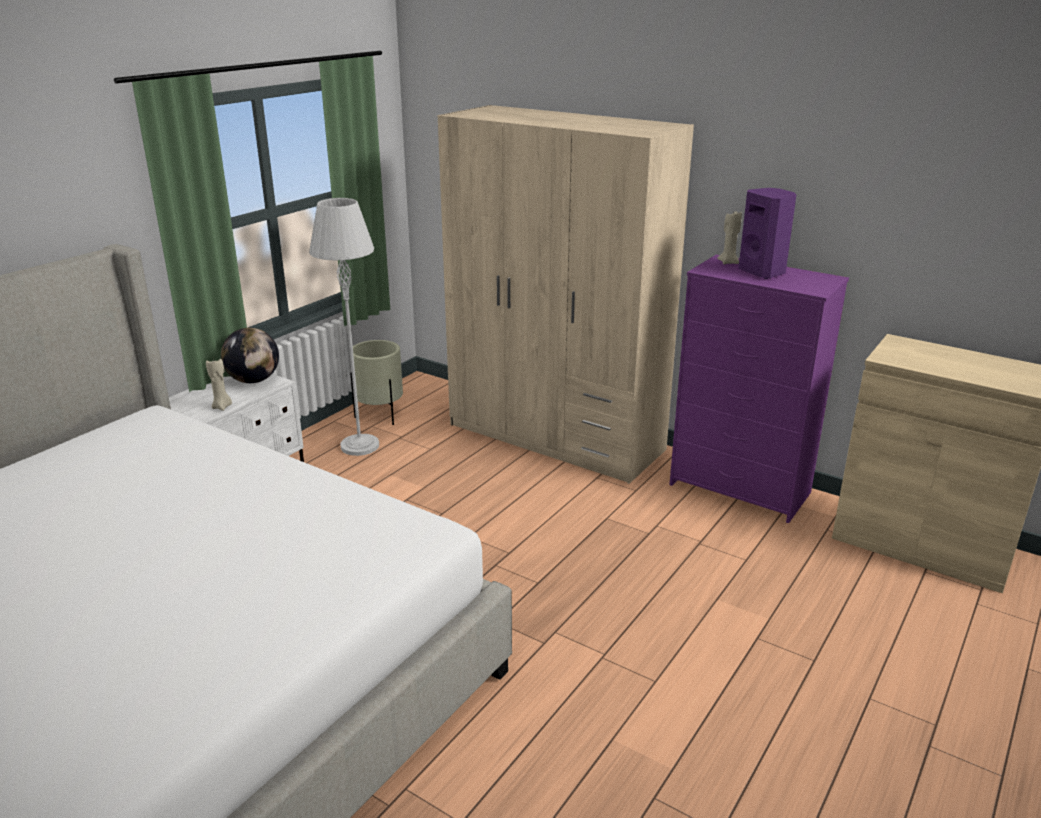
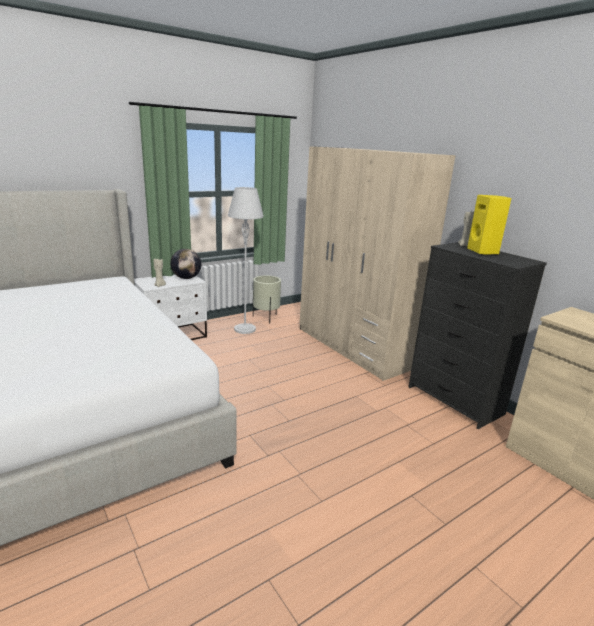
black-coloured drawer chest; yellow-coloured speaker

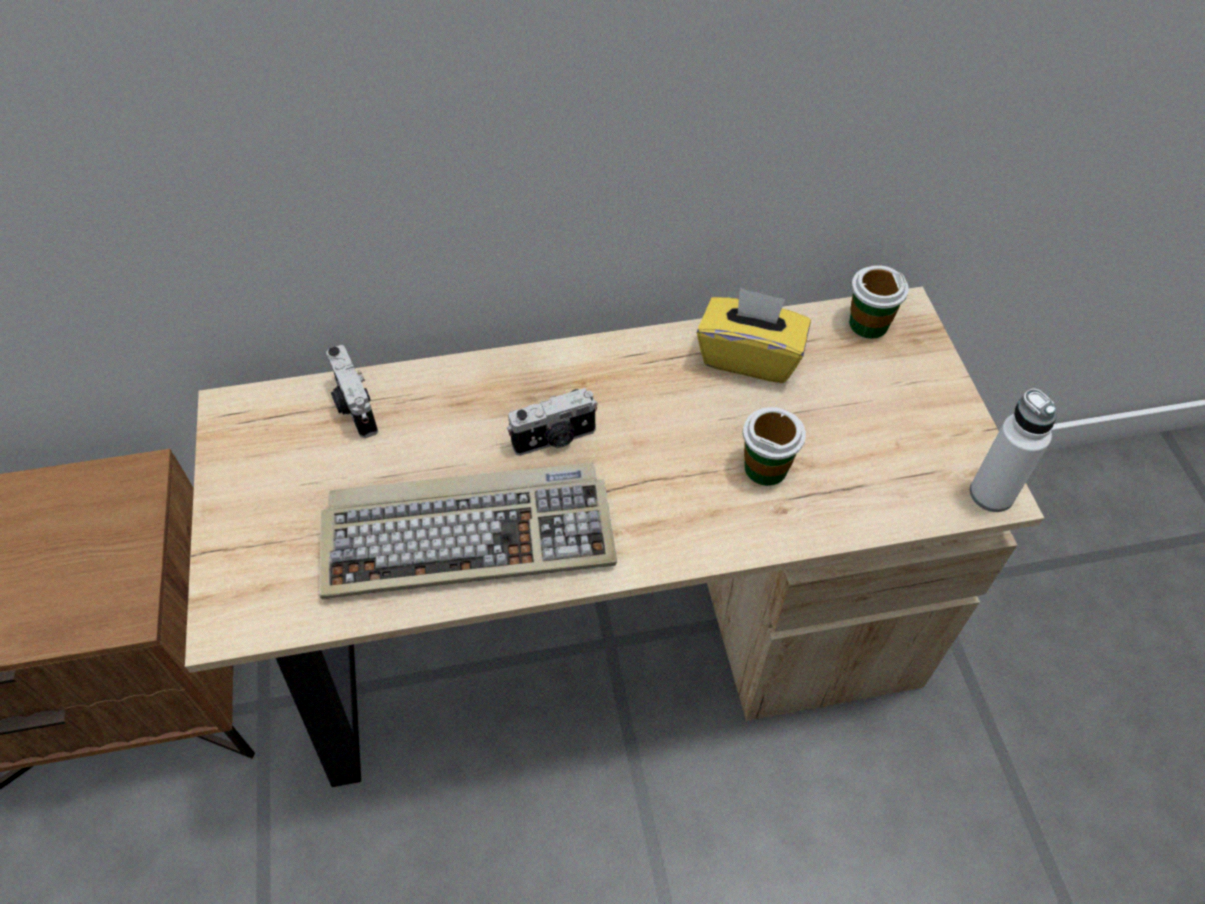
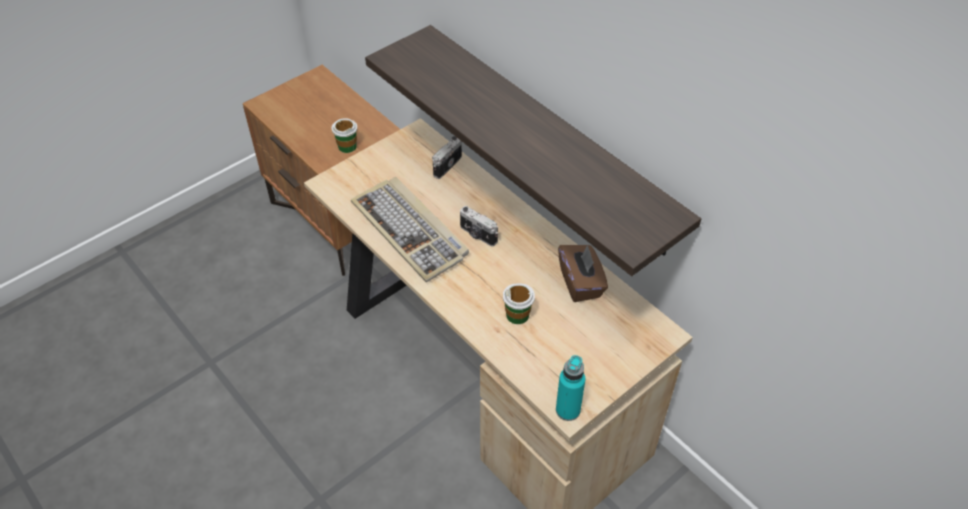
brown-coloured tissue box; drinking cup (no. 1 from left); turquoise-coloured drink bottle; shelf

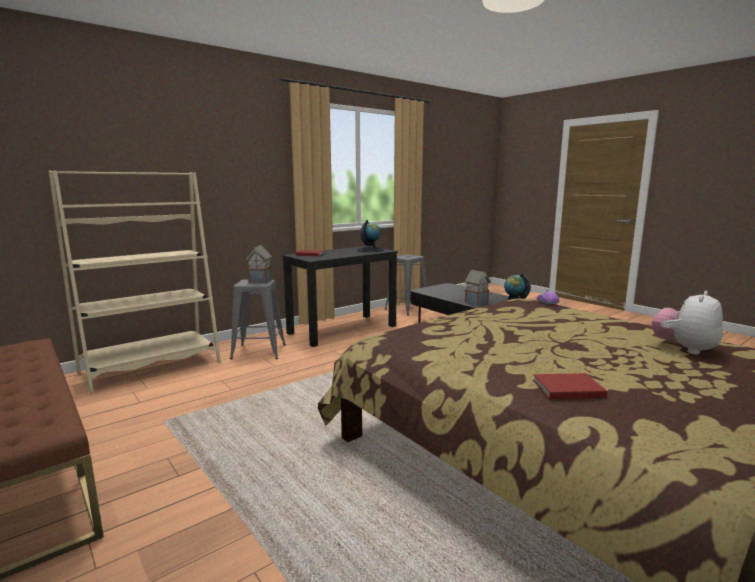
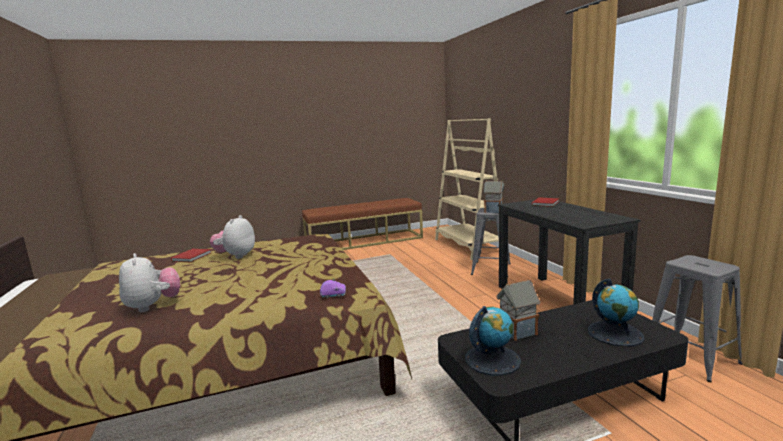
globe (no. 2 from left); cuddly toy (no. 2 from left)

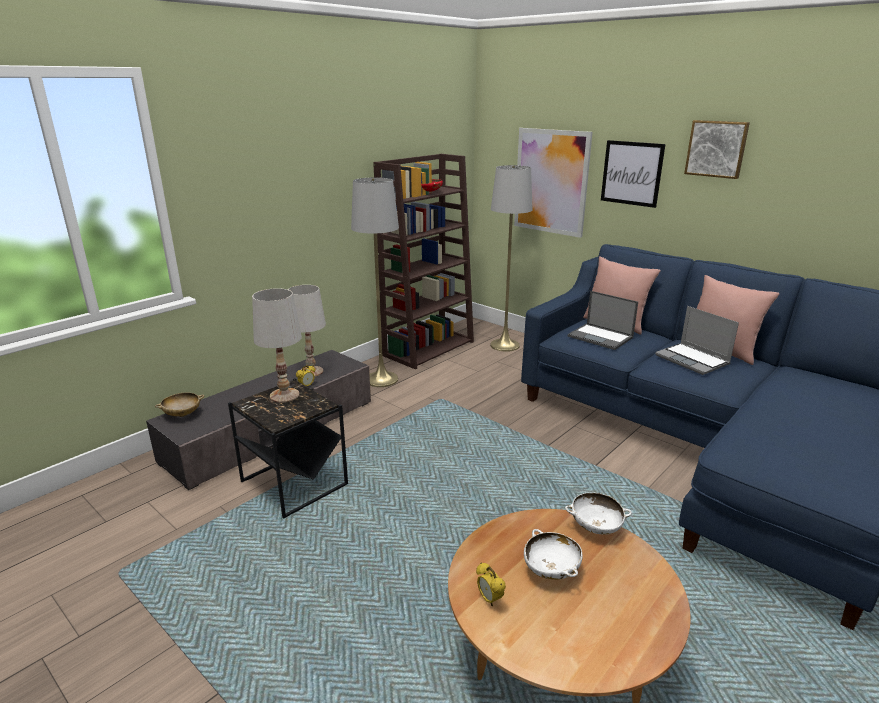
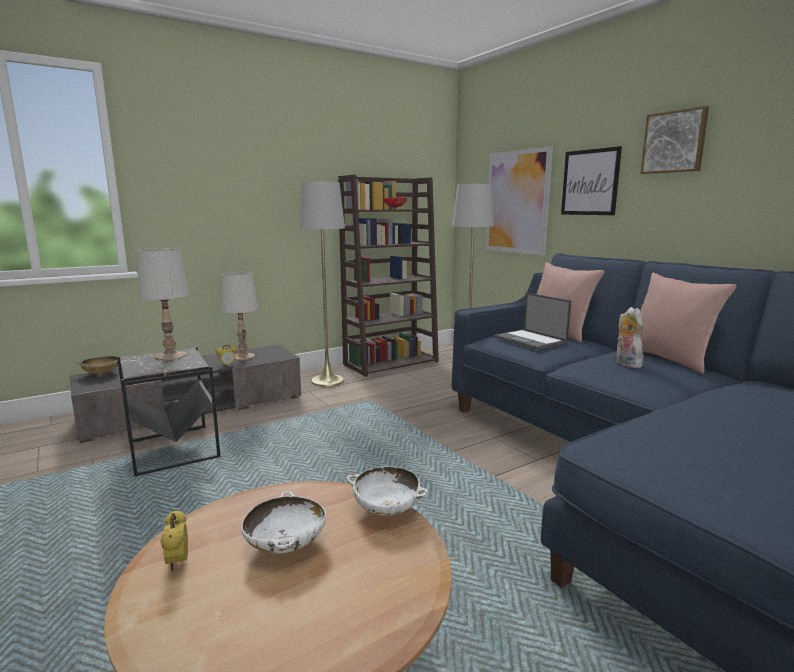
cuddly toy

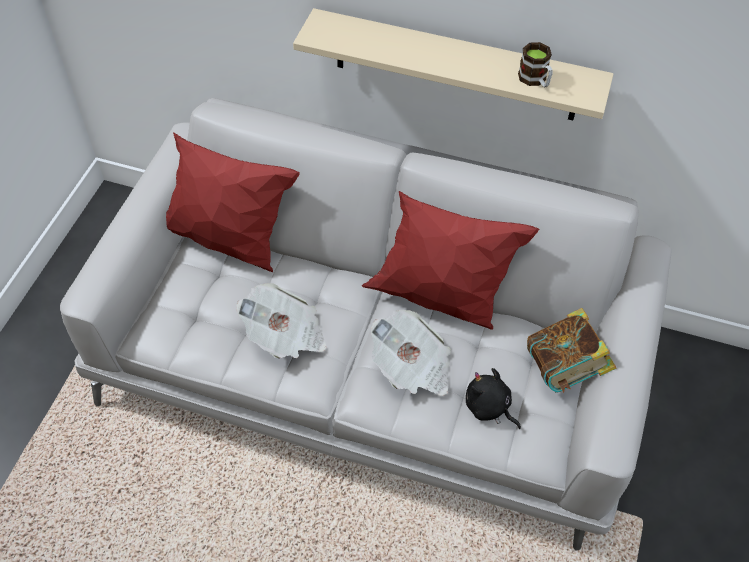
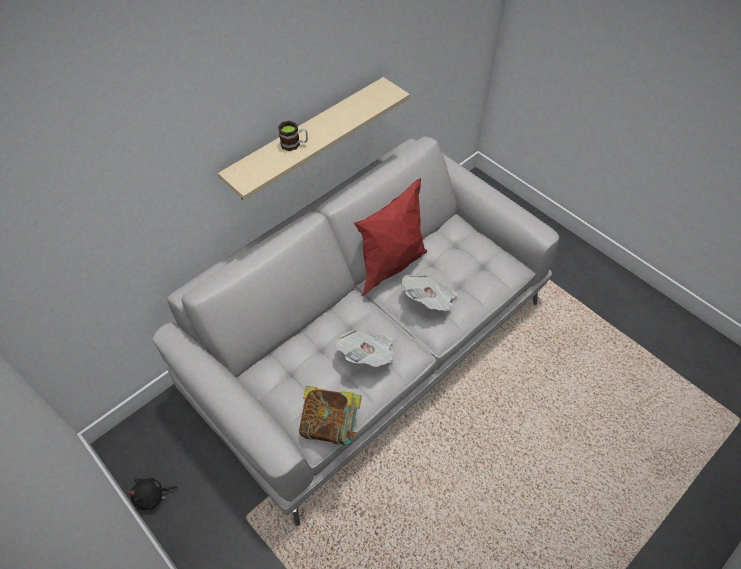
red cushion (no. 1 from left in the first image); black-coloured cuddly toy; coffee mug; bound book

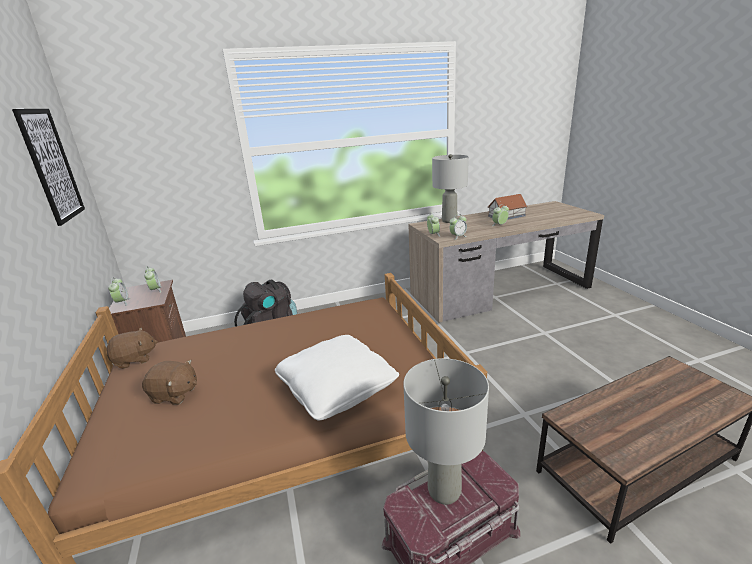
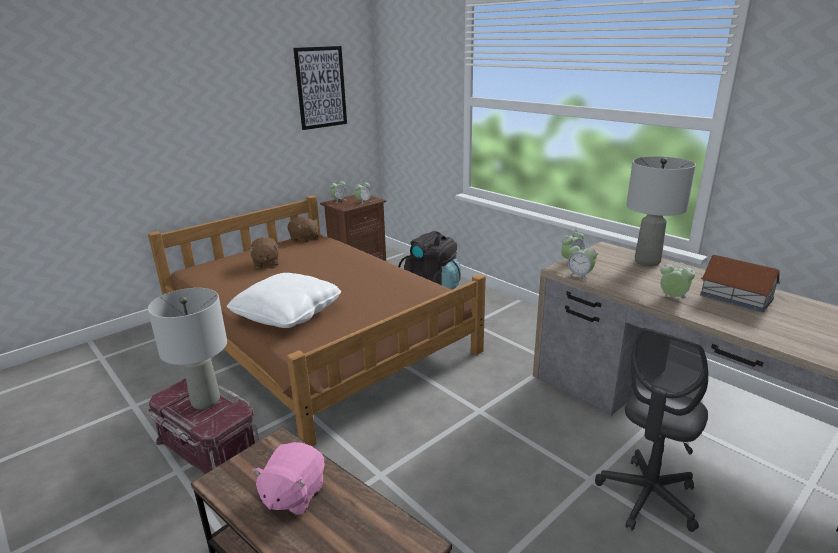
pink cuddly toy; grey desk chair

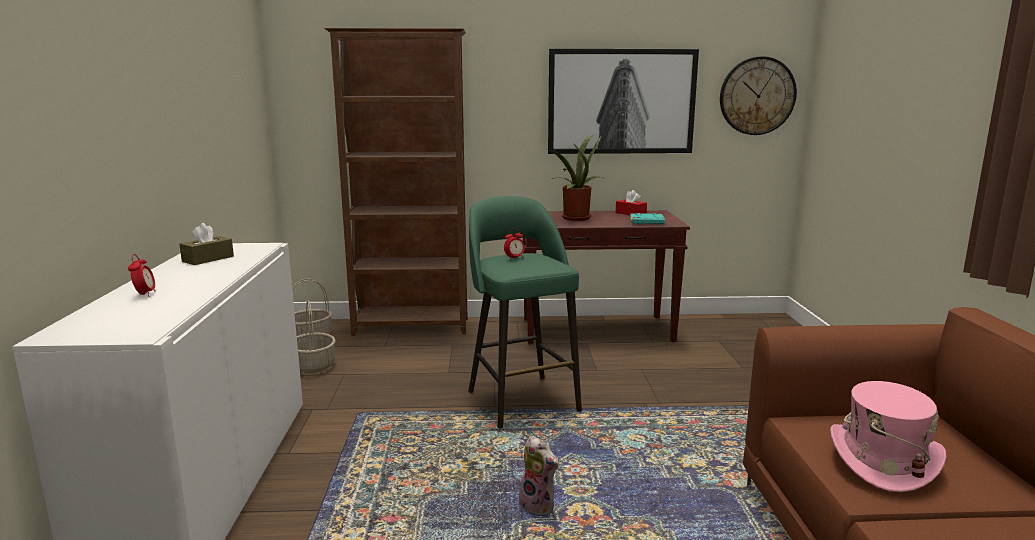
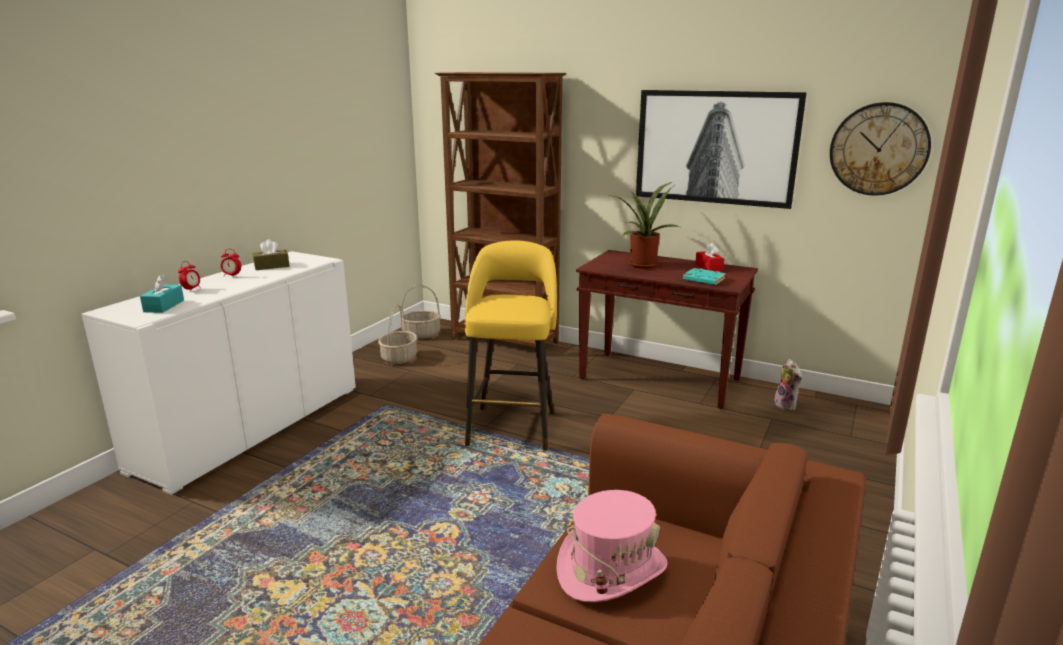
yellow-coloured sitting stool; alarm clock (no. 2 from left); cuddly toy; turquoise-coloured tissue box

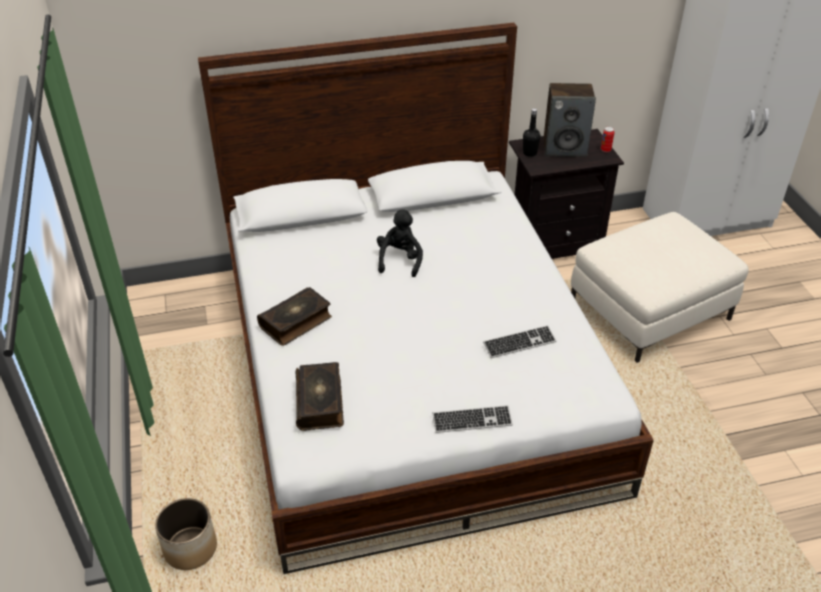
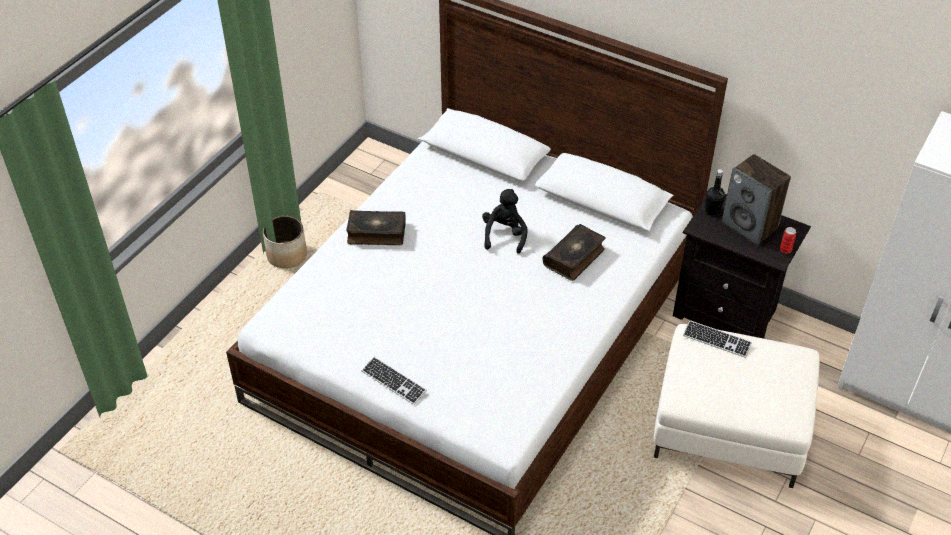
flower pot; bound book (no. 2 from left); black-coloured cuddly toy; computer keyboard (no. 2 from left)

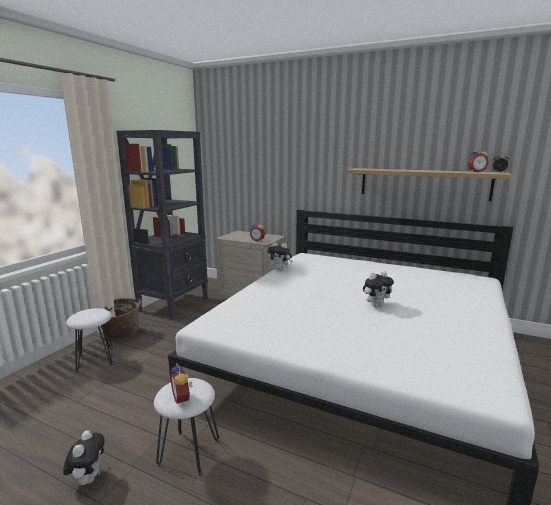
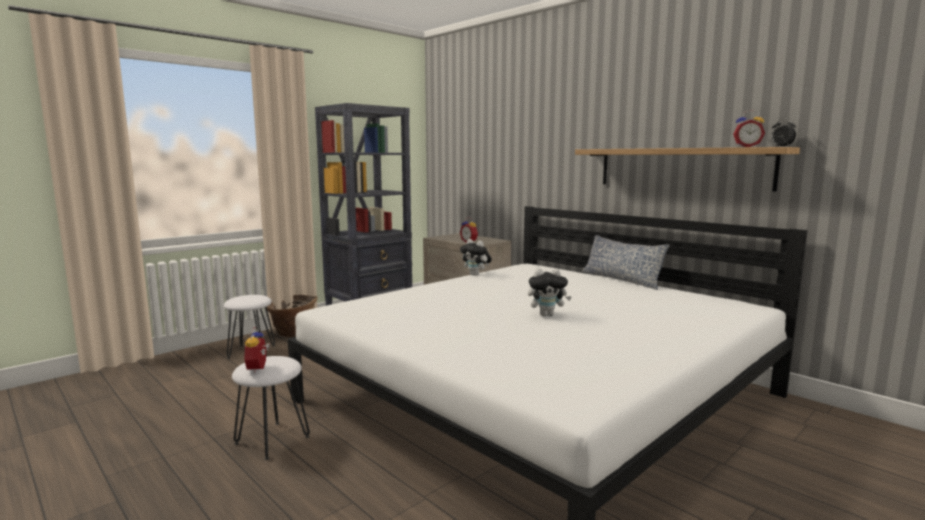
cuddly toy (no. 1 from left in the first image); cushion

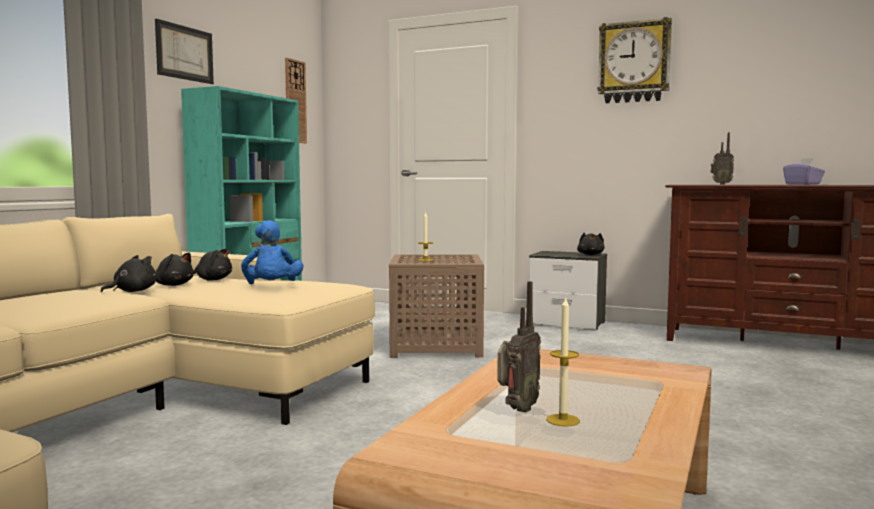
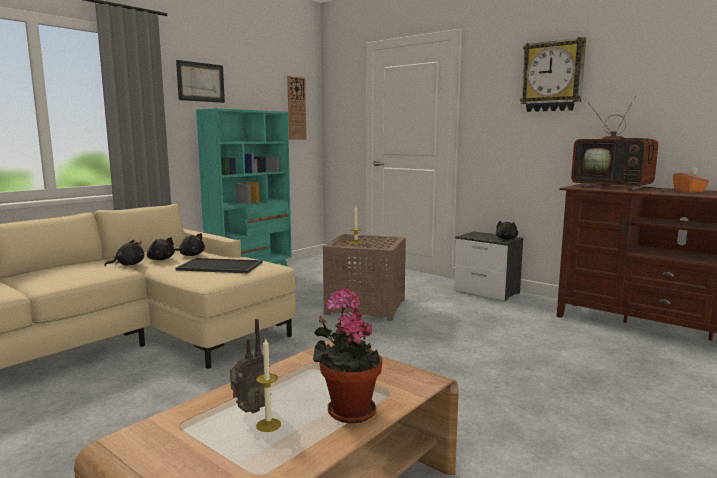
carrying tray; TV set; orange tissue box; houseplant

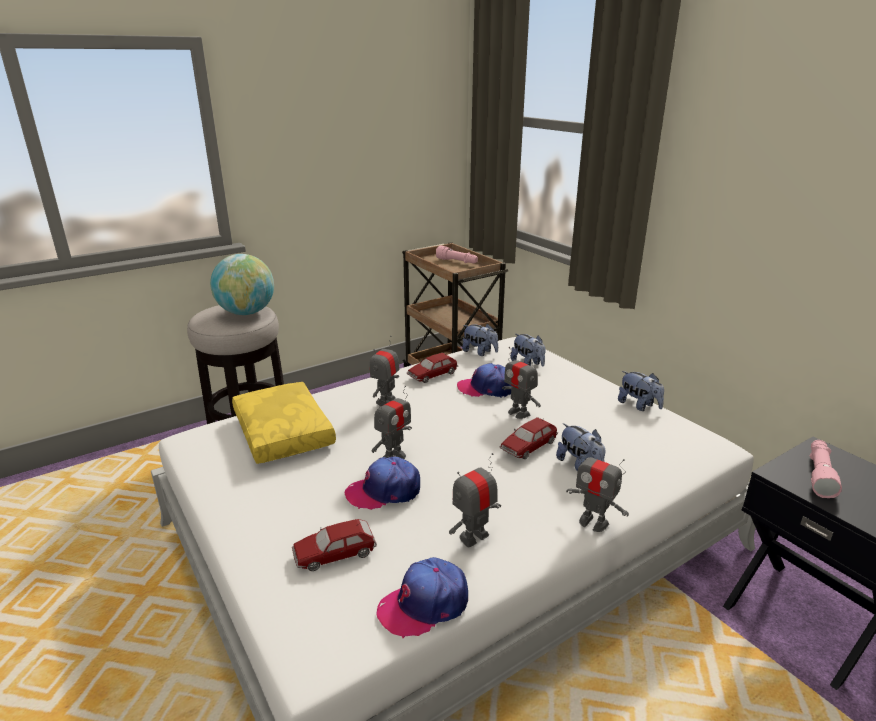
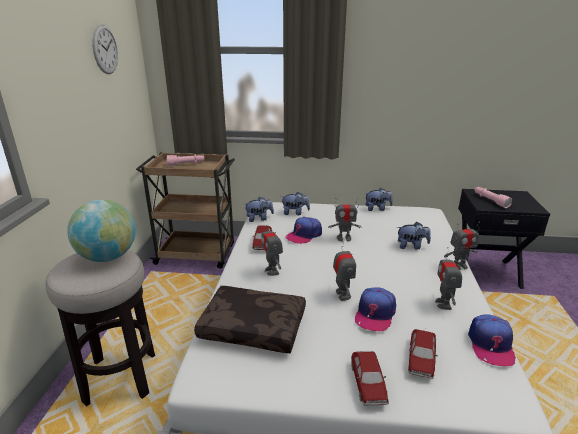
brown-coloured cushion; miniature car (no. 2 from left); hanging clock

